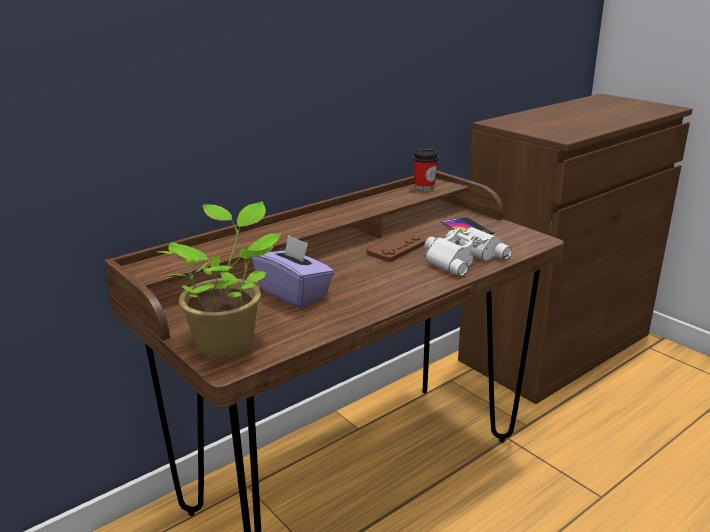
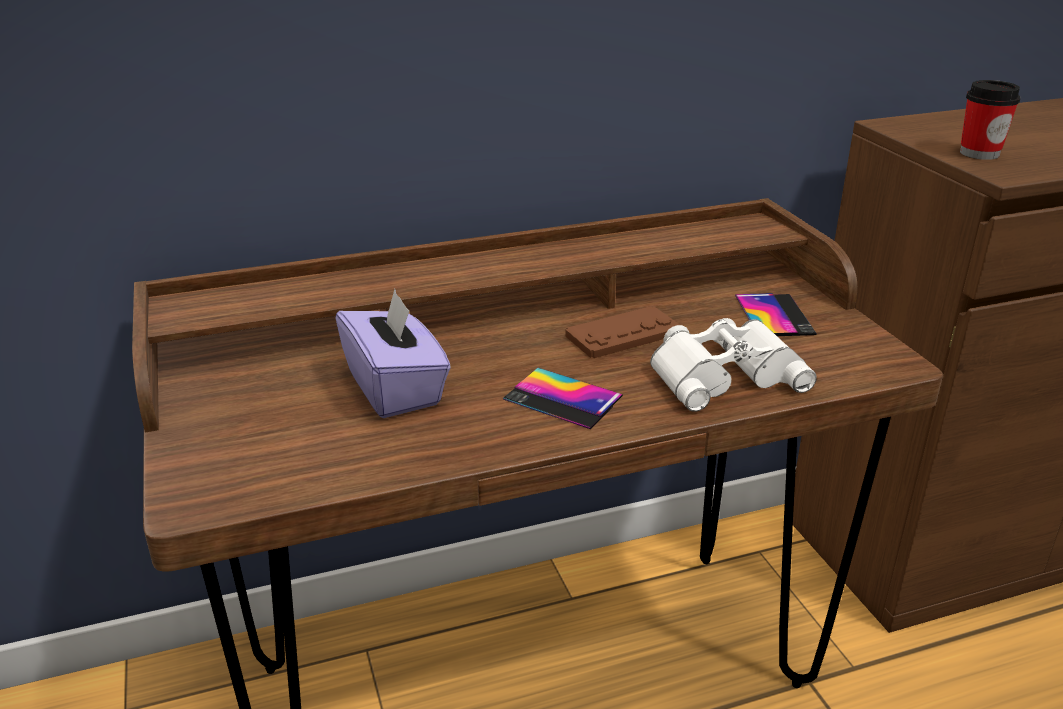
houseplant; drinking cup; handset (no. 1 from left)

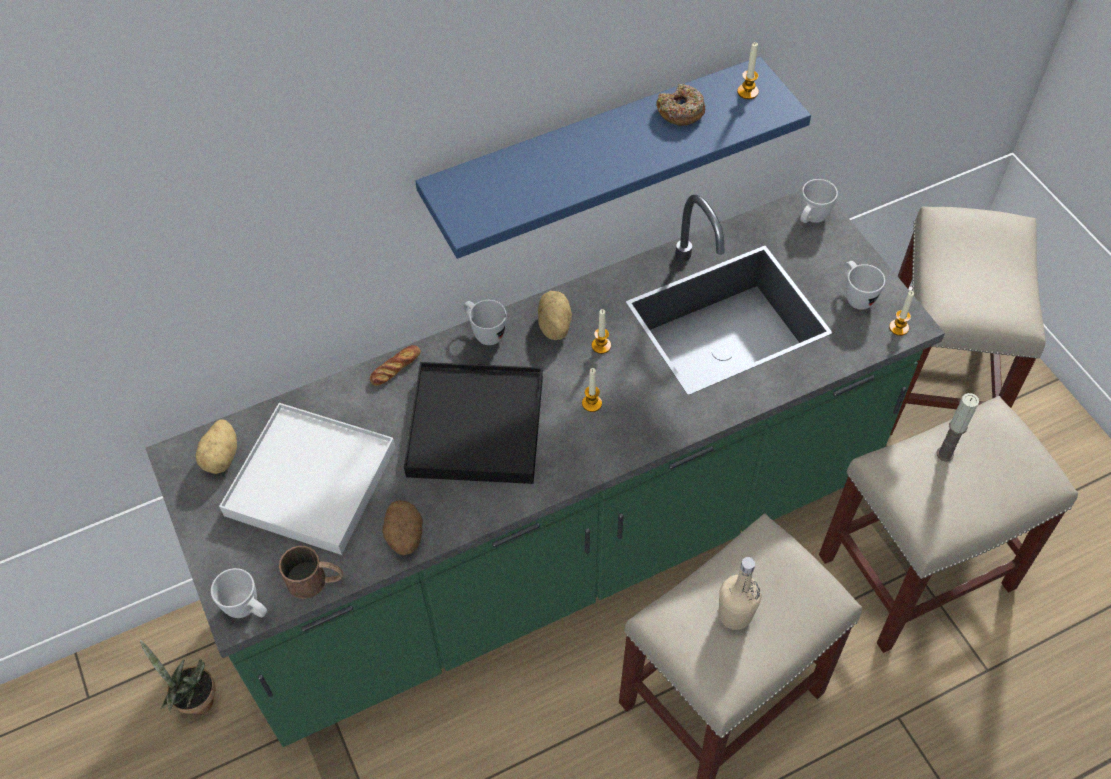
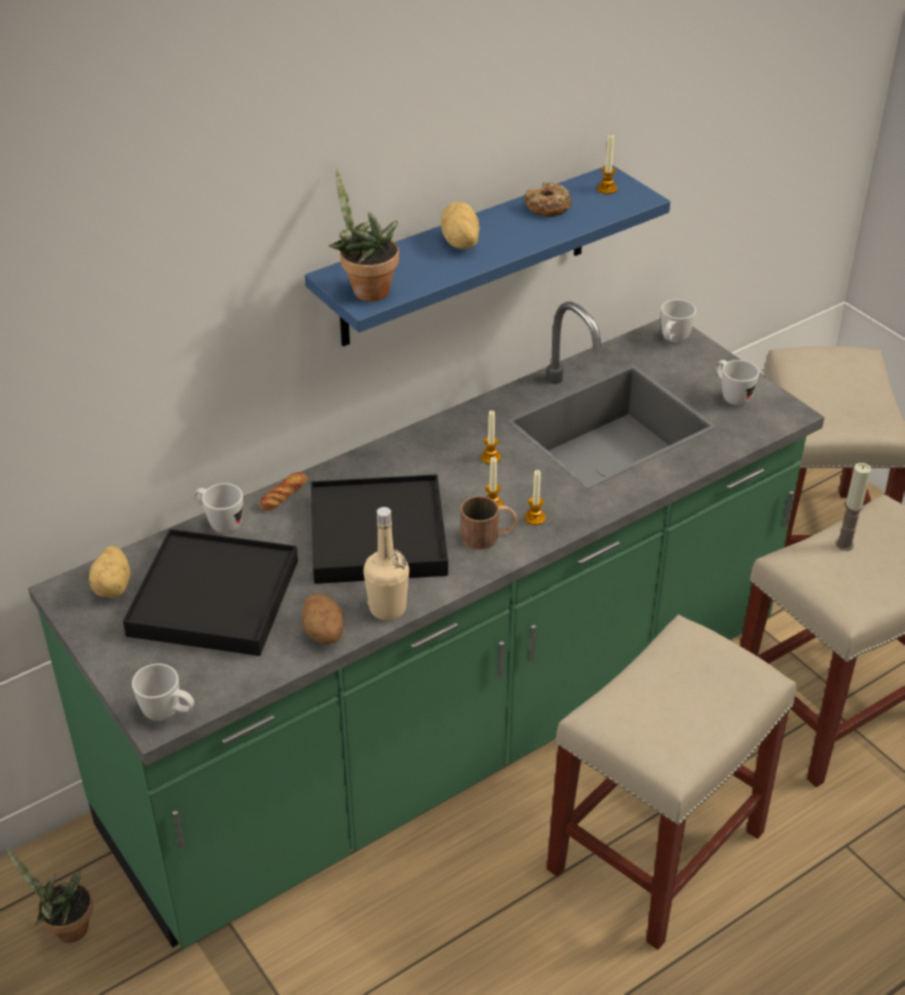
black-coloured carrying tray (no. 1 from left); brown-coloured coffee mug; white coffee mug (no. 2 from left); spud (no. 3 from left); beige drink bottle; candle (no. 3 from left); houseplant (no. 2 from left)

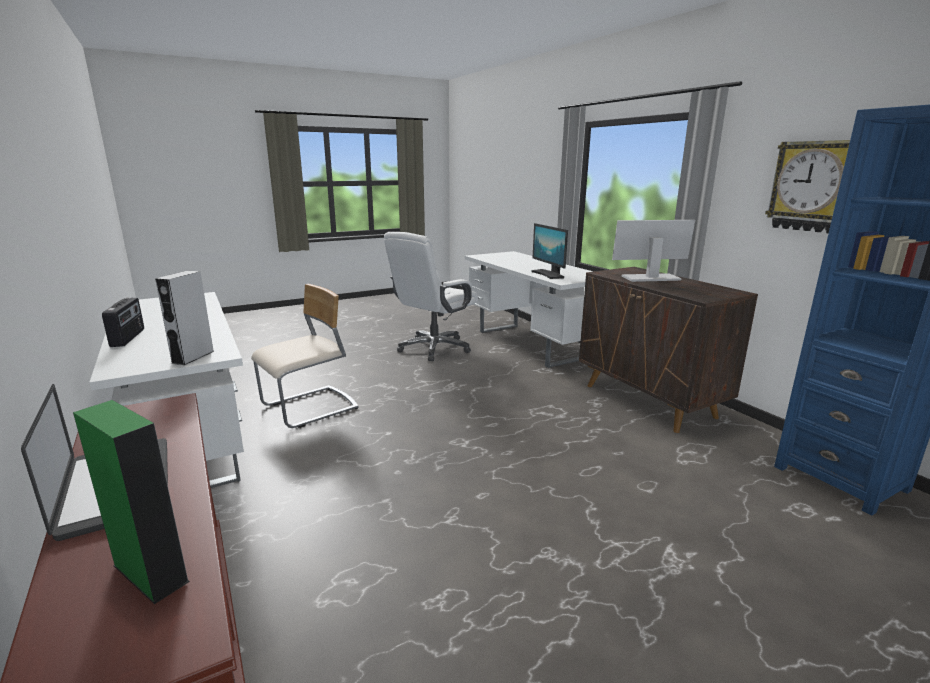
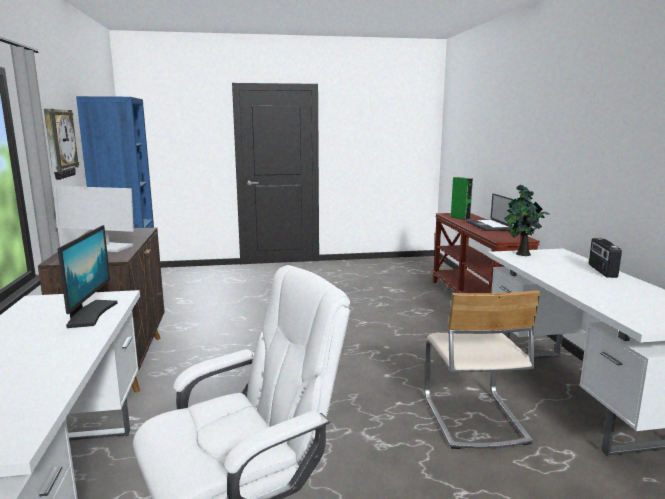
houseplant; beige upright chair

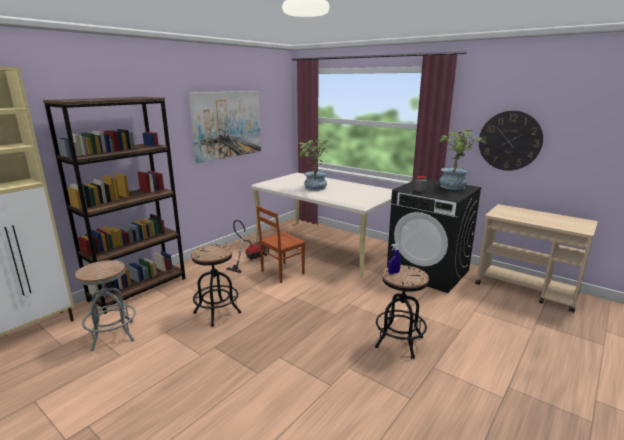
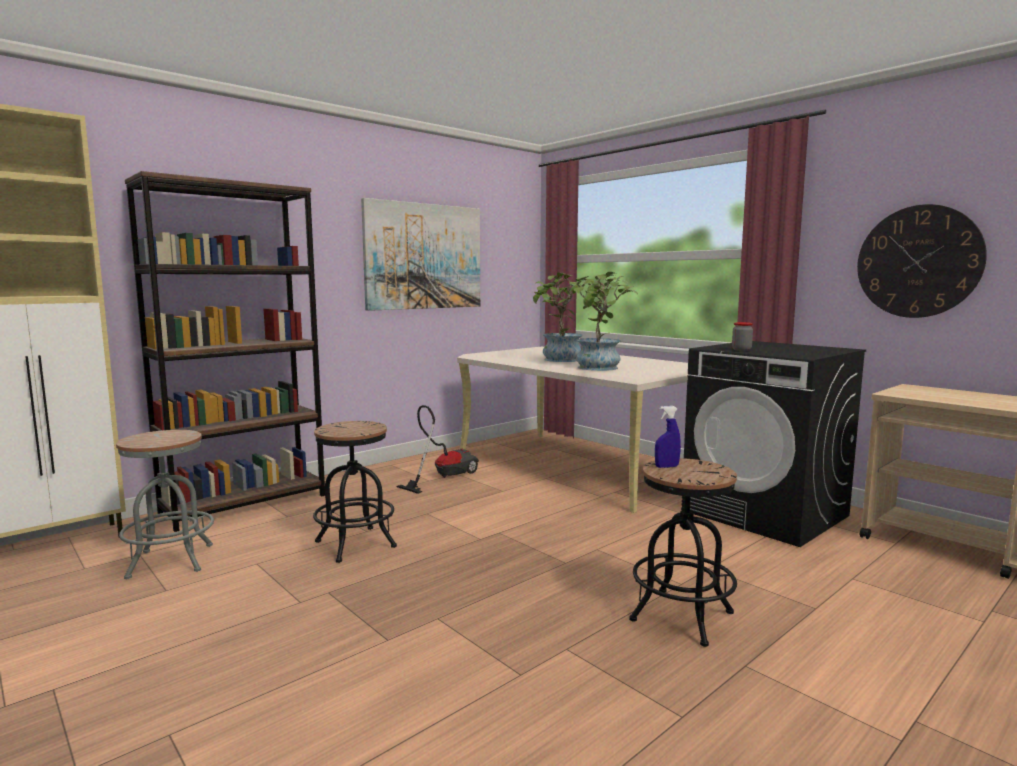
brown-coloured upright chair; houseplant (no. 2 from left)

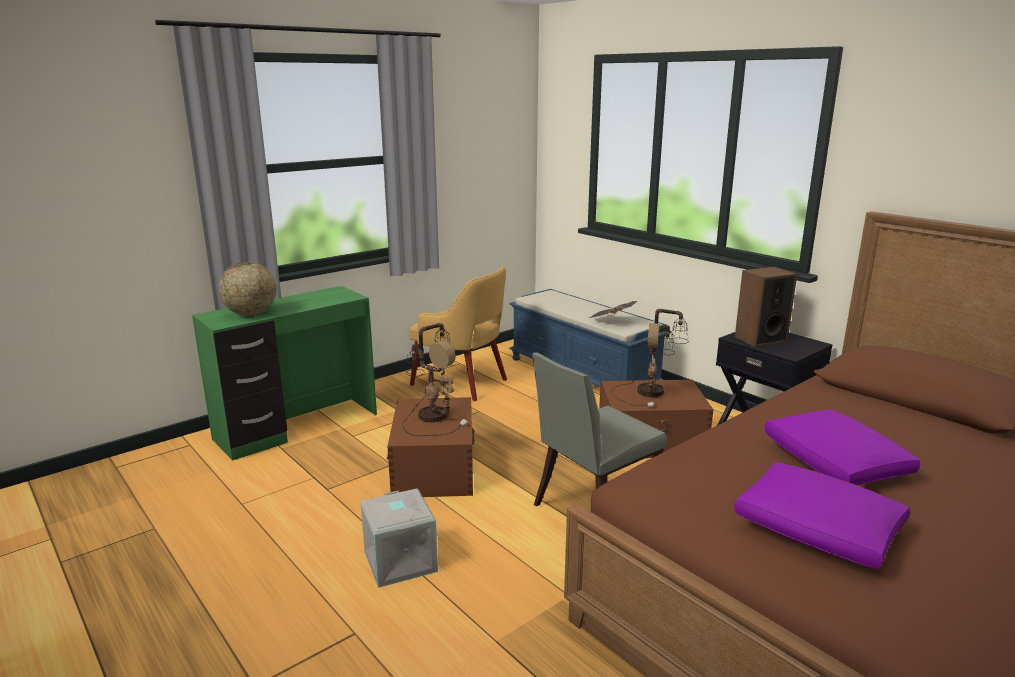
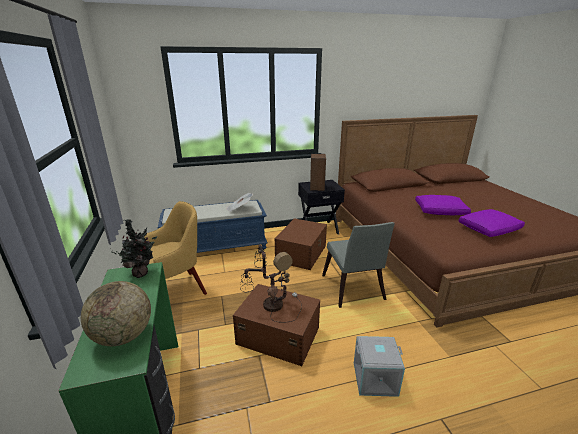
table lamp (no. 2 from left in the first image); houseplant

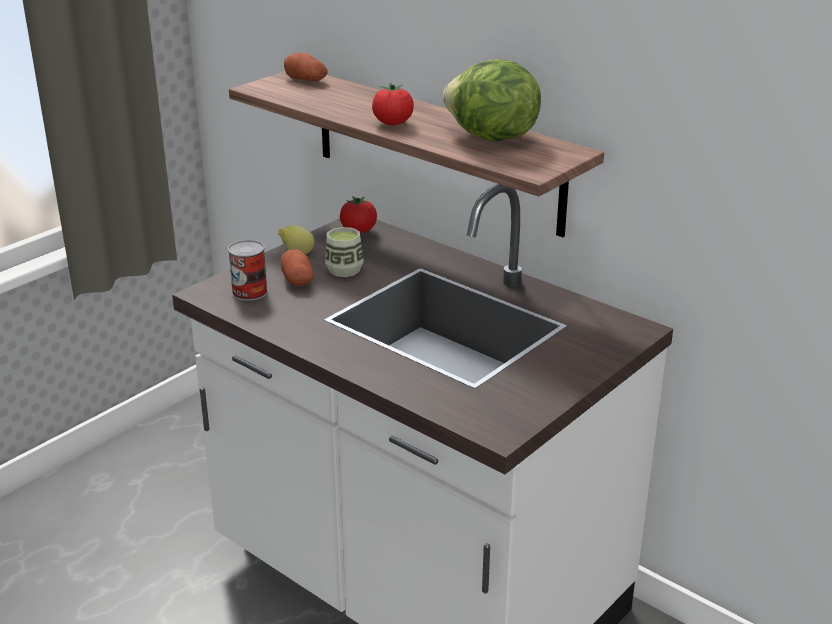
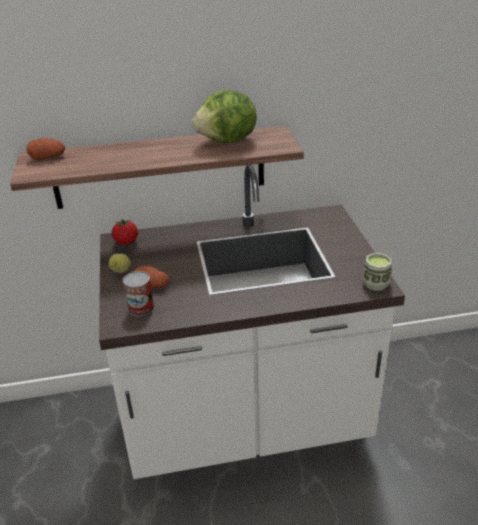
drinking cup; tomato (no. 2 from left in the first image)

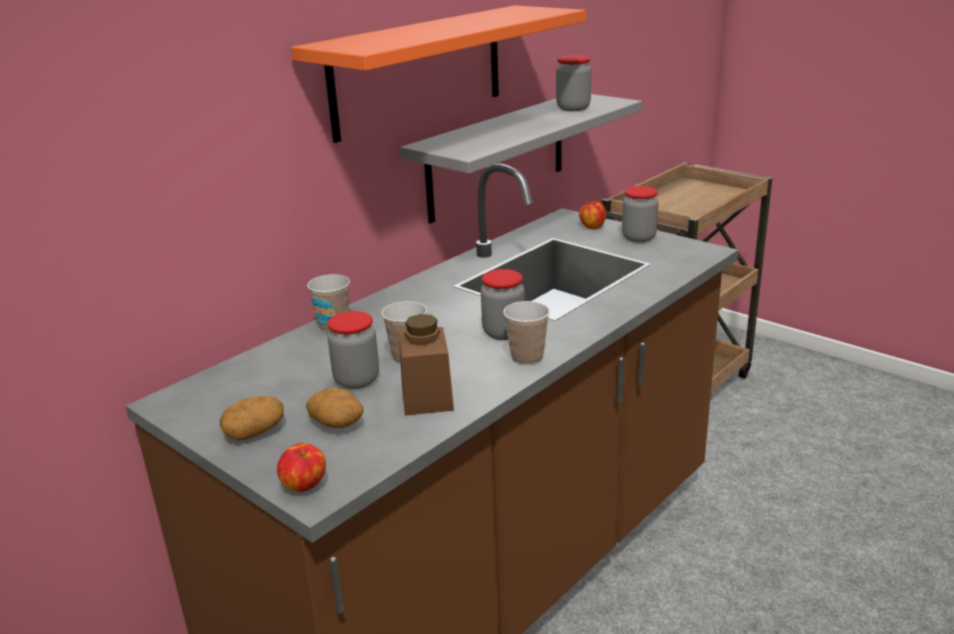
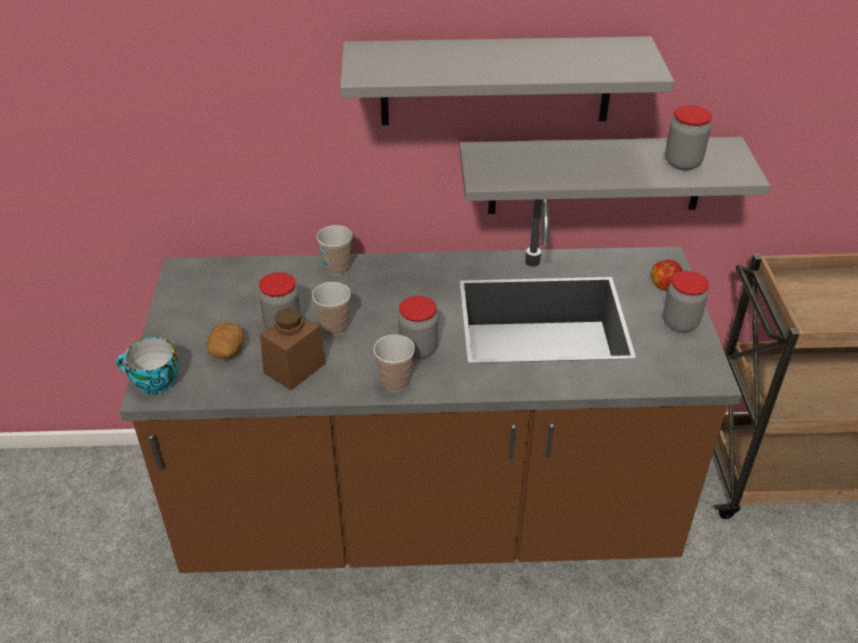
spud (no. 1 from left in the first image); drinking cup (no. 1 from left); grey shelf (no. 1 from left)

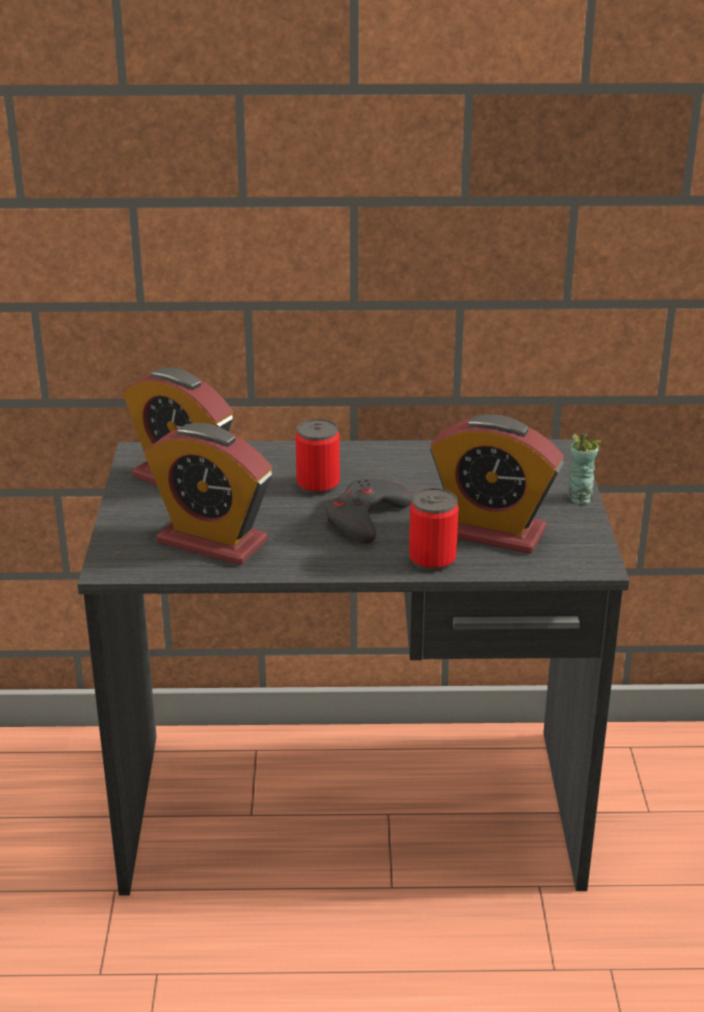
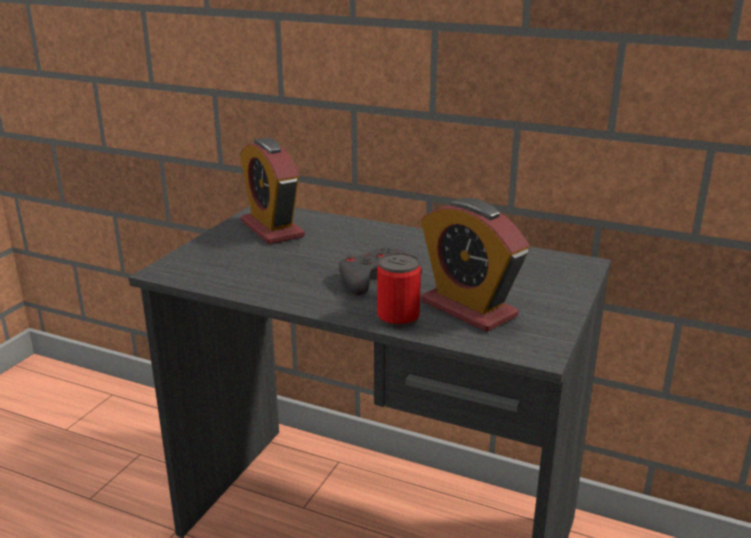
alarm clock (no. 2 from left in the first image); can (no. 1 from left in the first image); drinking cup

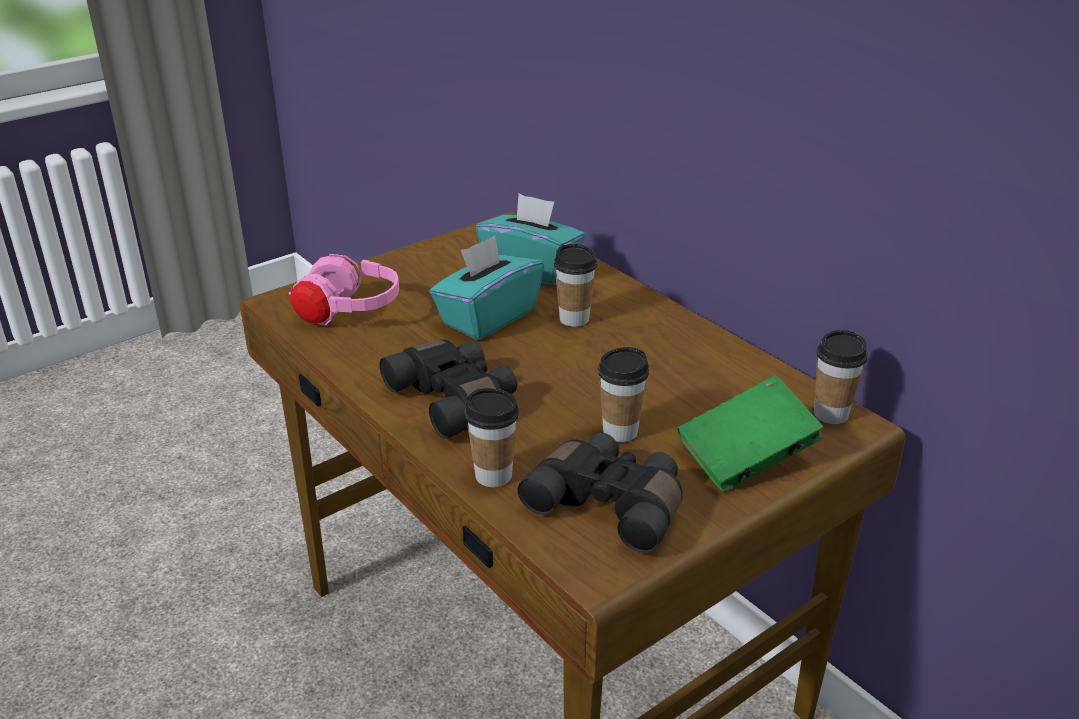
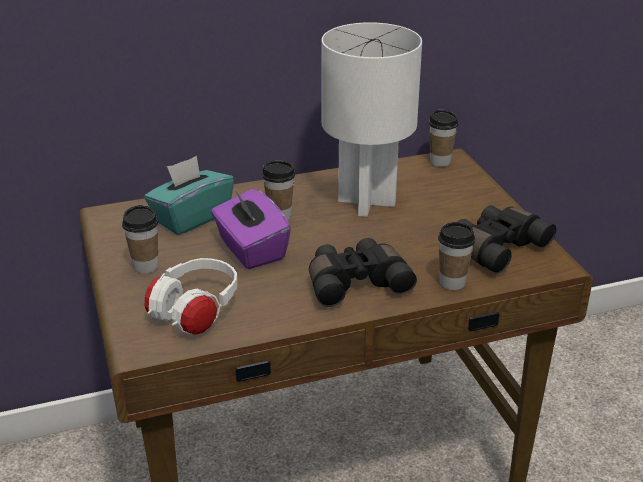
white headphones; purple-coloured tissue box; drinking cup (no. 1 from left); green bound book; white table lamp

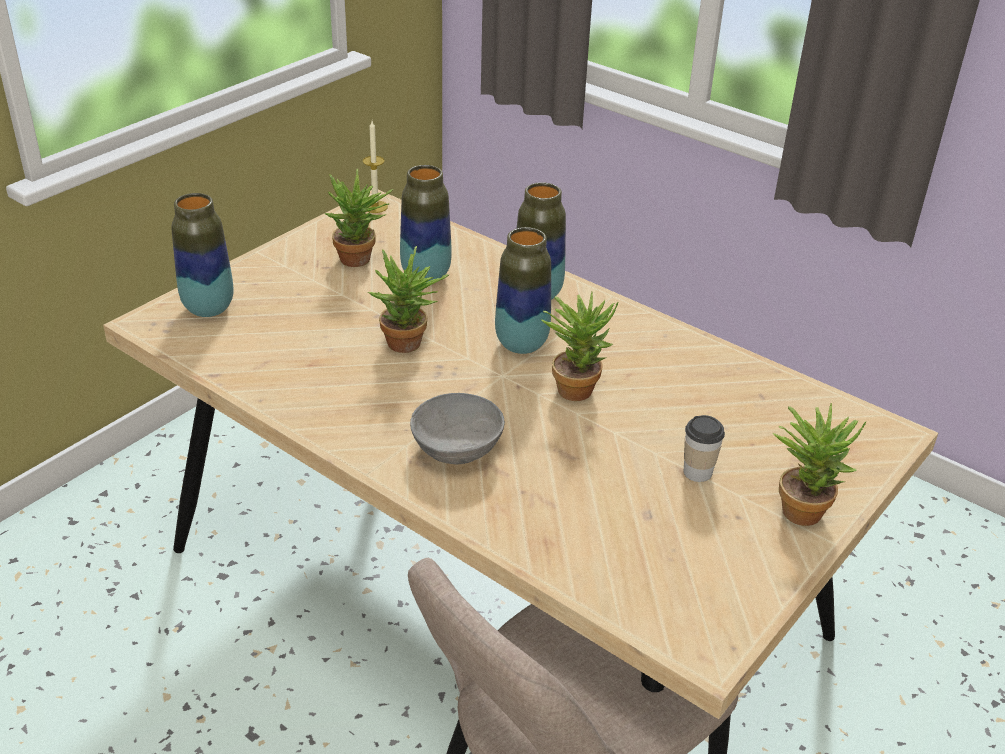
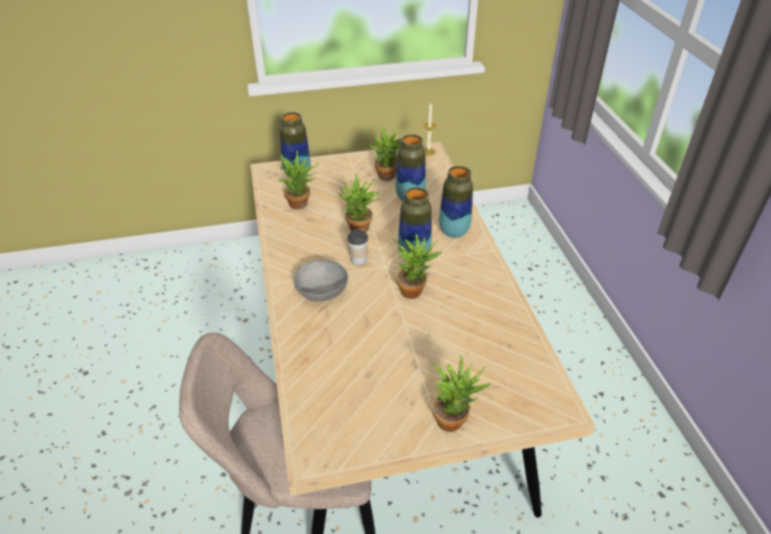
drinking cup; houseplant (no. 1 from left)

